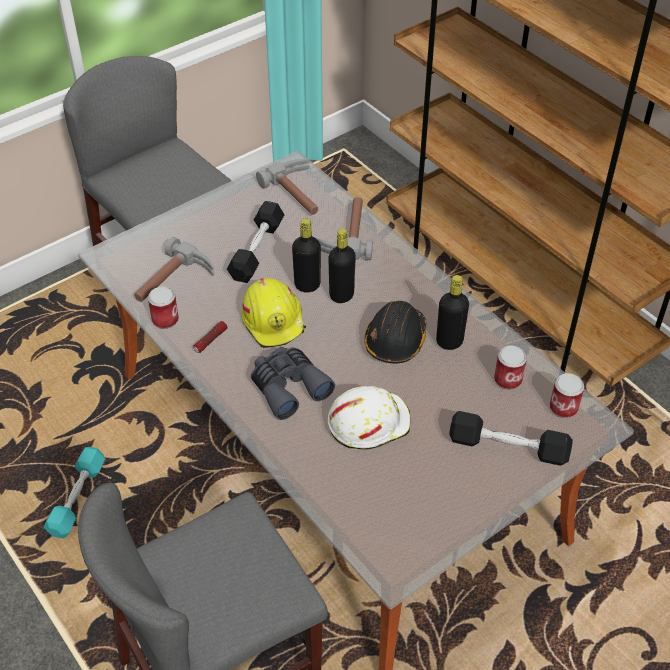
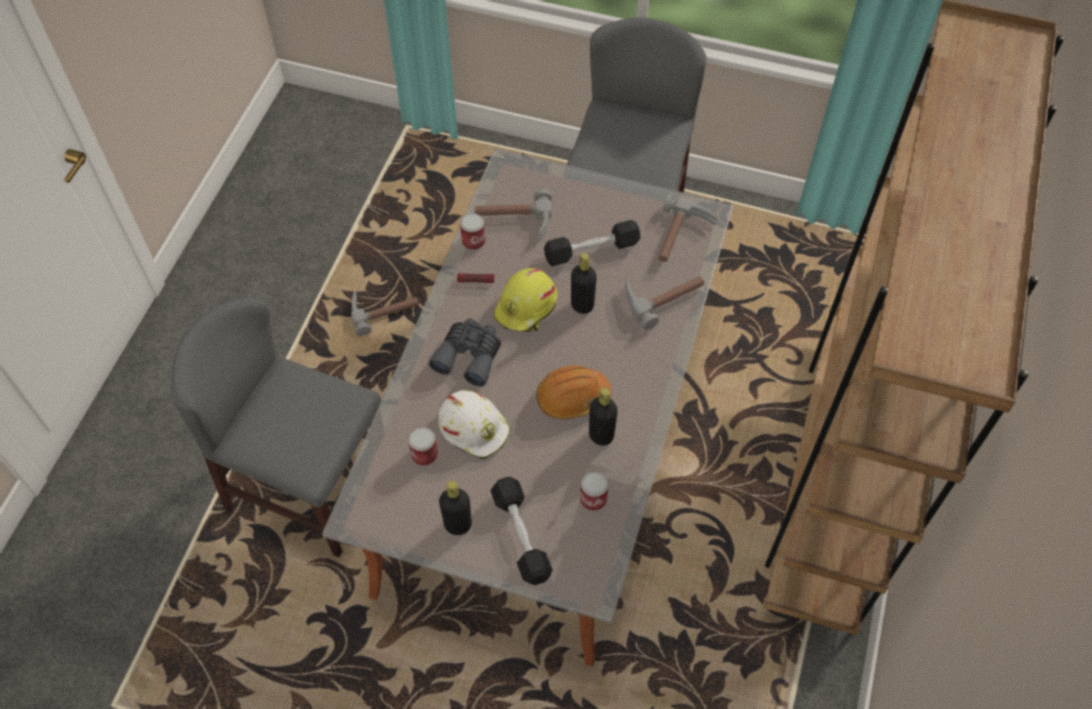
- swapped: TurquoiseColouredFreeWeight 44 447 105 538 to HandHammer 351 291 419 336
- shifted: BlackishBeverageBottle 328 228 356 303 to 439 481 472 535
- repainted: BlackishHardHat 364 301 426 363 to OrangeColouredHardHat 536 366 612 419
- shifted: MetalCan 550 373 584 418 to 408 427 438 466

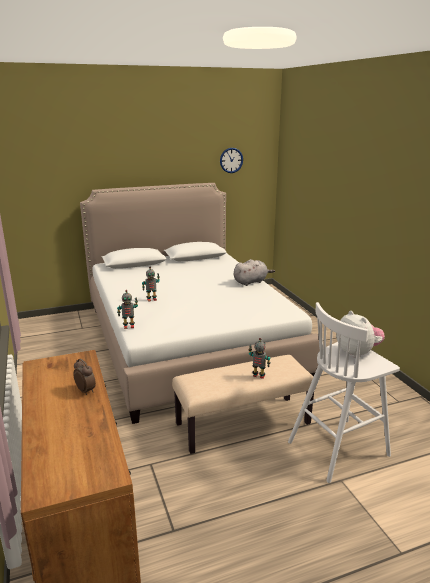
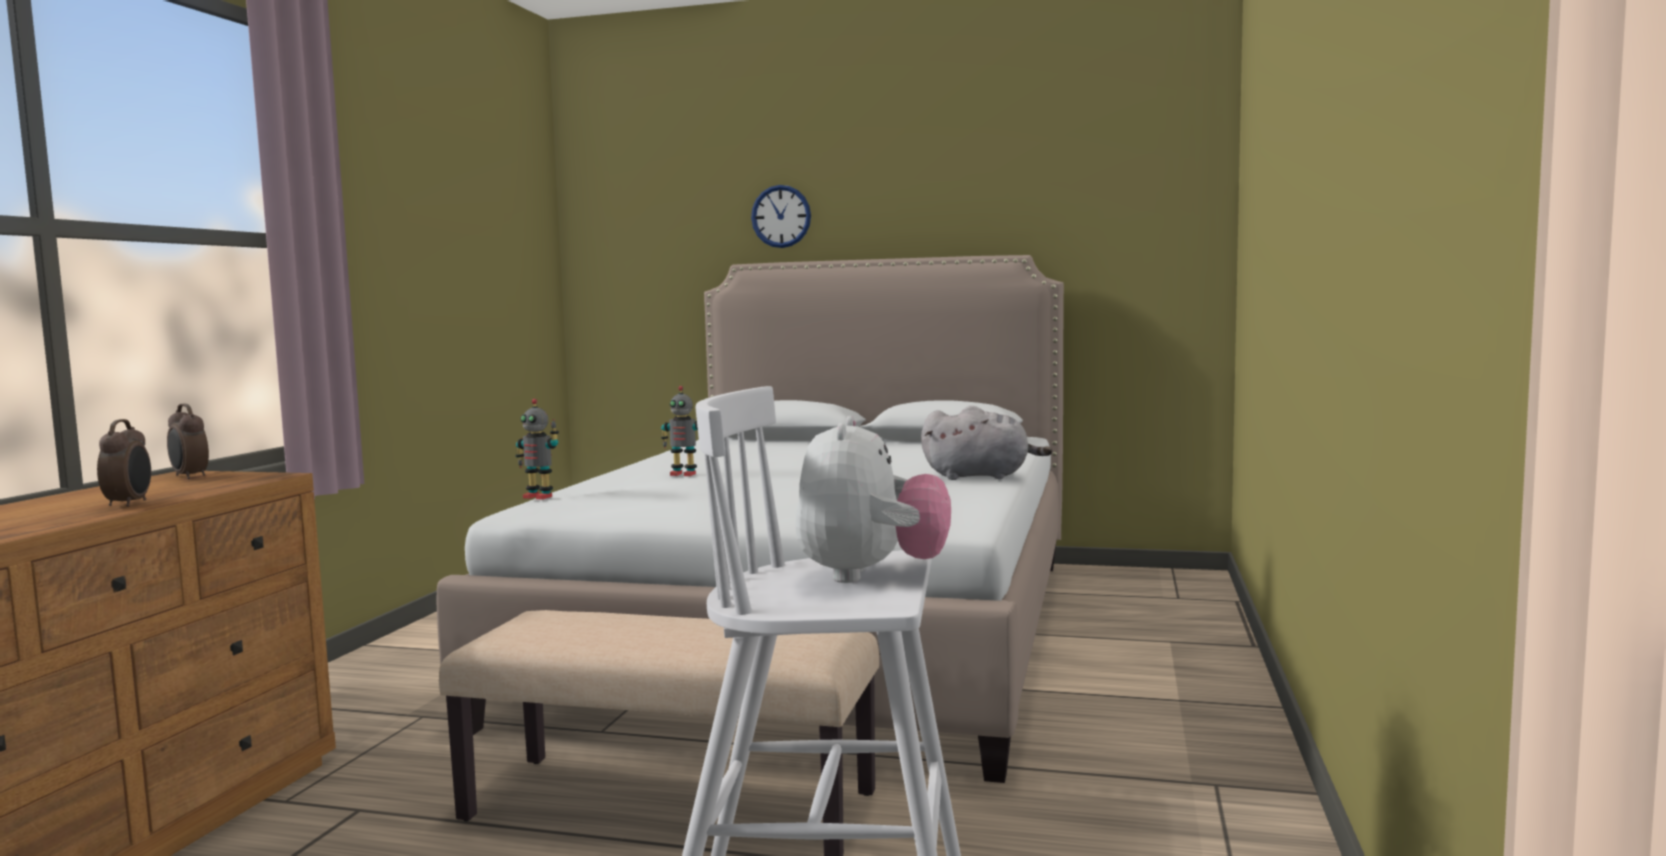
- shifted: ClockOnTheWall 220 148 243 173 to 751 185 811 248
- gone: ToyRobot 248 338 271 379
- new: TableClock 167 403 209 479

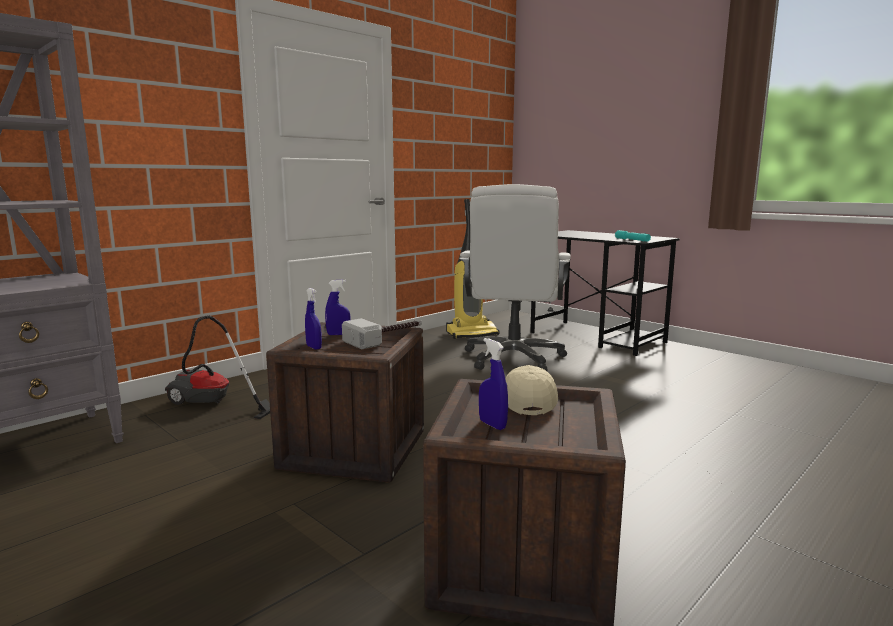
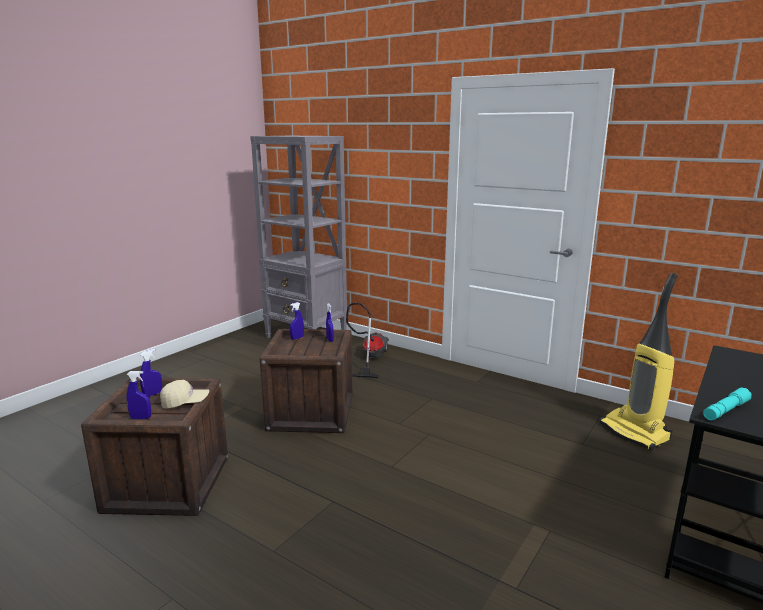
- gone: HandHammer 342 318 422 349
- gone: WhiteDeskChair 459 184 571 371
- new: BluishSprayBottle 127 371 151 419

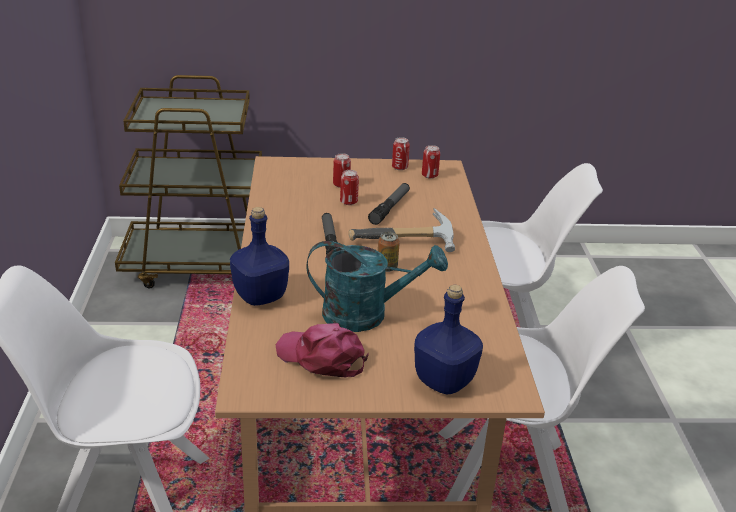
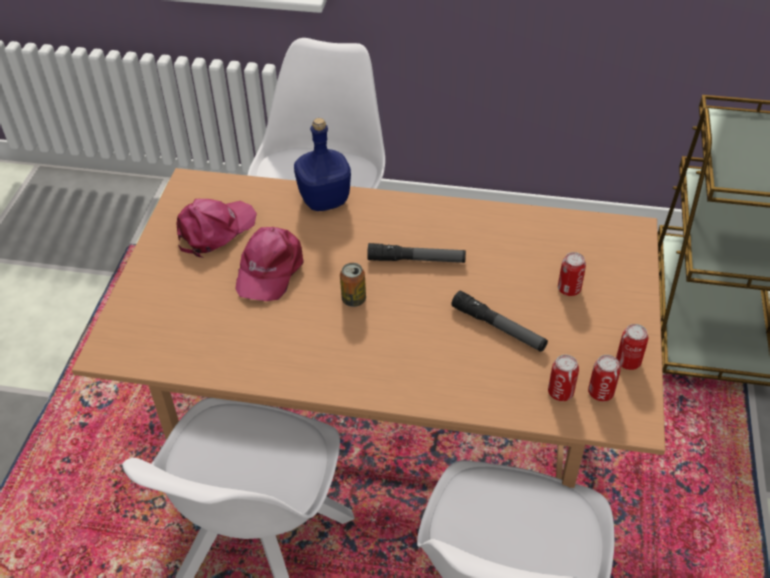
- swapped: TurquoiseColouredWateringCan 306 241 448 332 to PinkColouredCap 235 227 304 301
- shifted: MetalCan 340 170 359 205 to 548 355 579 401
- gone: HandHammer 348 208 455 252
- gone: BluishBeverageBottle 414 285 483 394

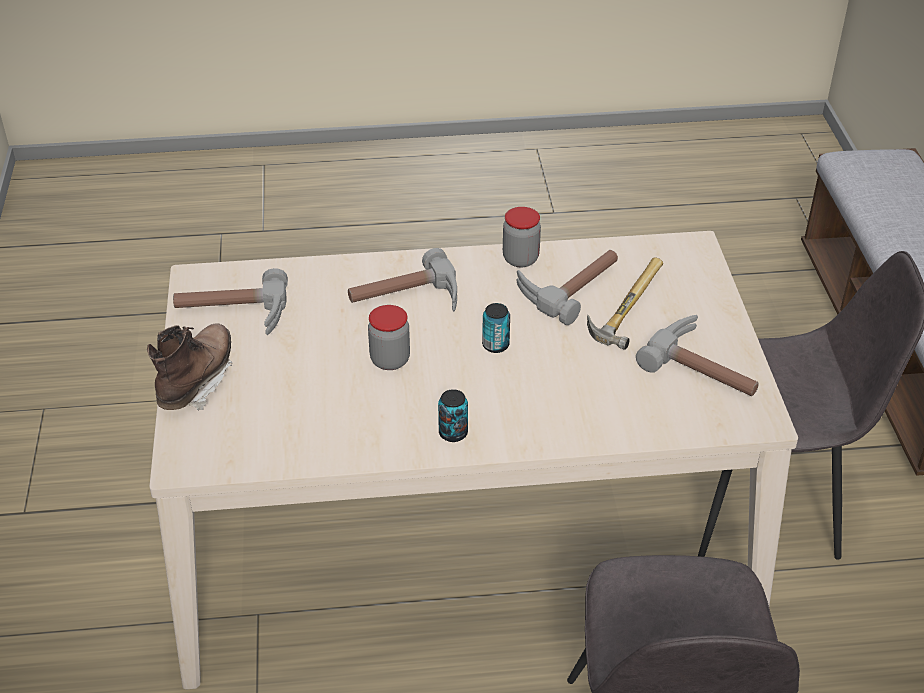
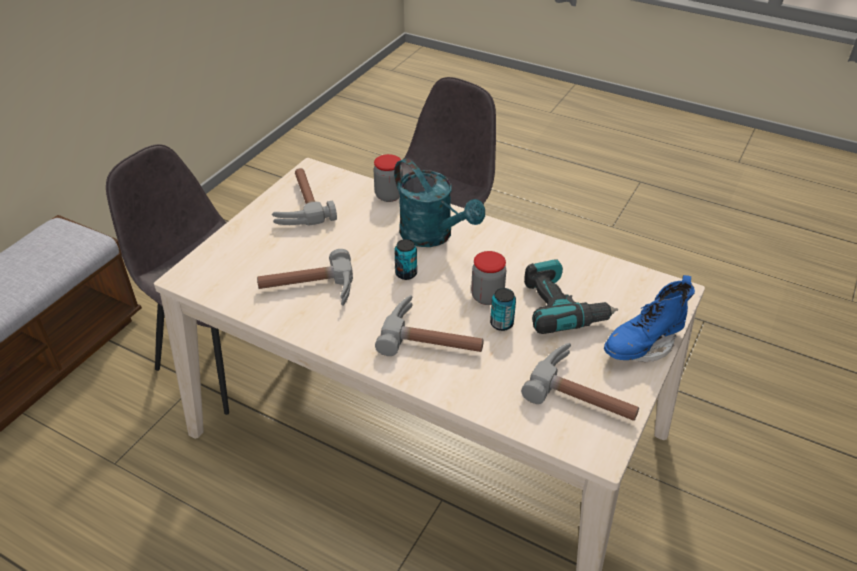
- repainted: BrownishHighTopBoot 147 323 232 410 to BluishHighTopBoot 604 275 695 362
- shifted: MetalCan 438 389 468 442 to 490 288 516 331
- shifted: StorageJar 503 207 541 268 to 374 154 403 202
- gone: HandHammer 587 258 663 350
- new: TurquoiseColouredWateringCan 394 158 485 247
- new: PowerDrill 524 260 618 334

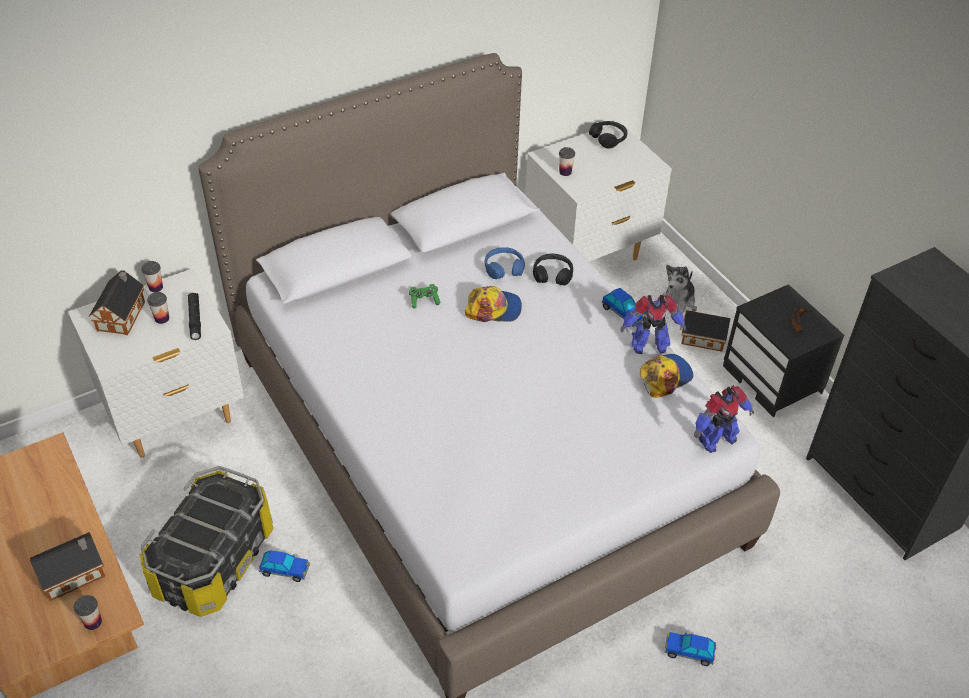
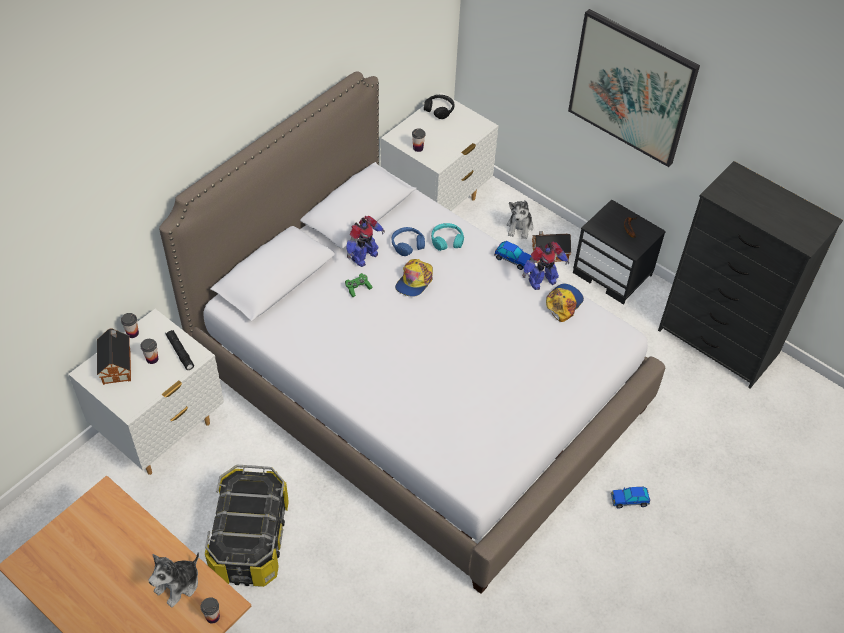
- swapped: MiniatureHouse 30 532 105 601 to SoftToy 149 552 199 607
- gone: MiniatureCar 259 550 310 582
- rotated: Cap 465 286 522 322 = 395 259 433 297 135 degrees clockwise
- repainted: BlackishPairOfHeadphones 533 254 573 285 to TurquoiseColouredPairOfHeadphones 431 223 464 251
- shifted: ToyRobot 694 385 754 453 to 346 216 385 267
- new: WallPicture 568 9 700 167

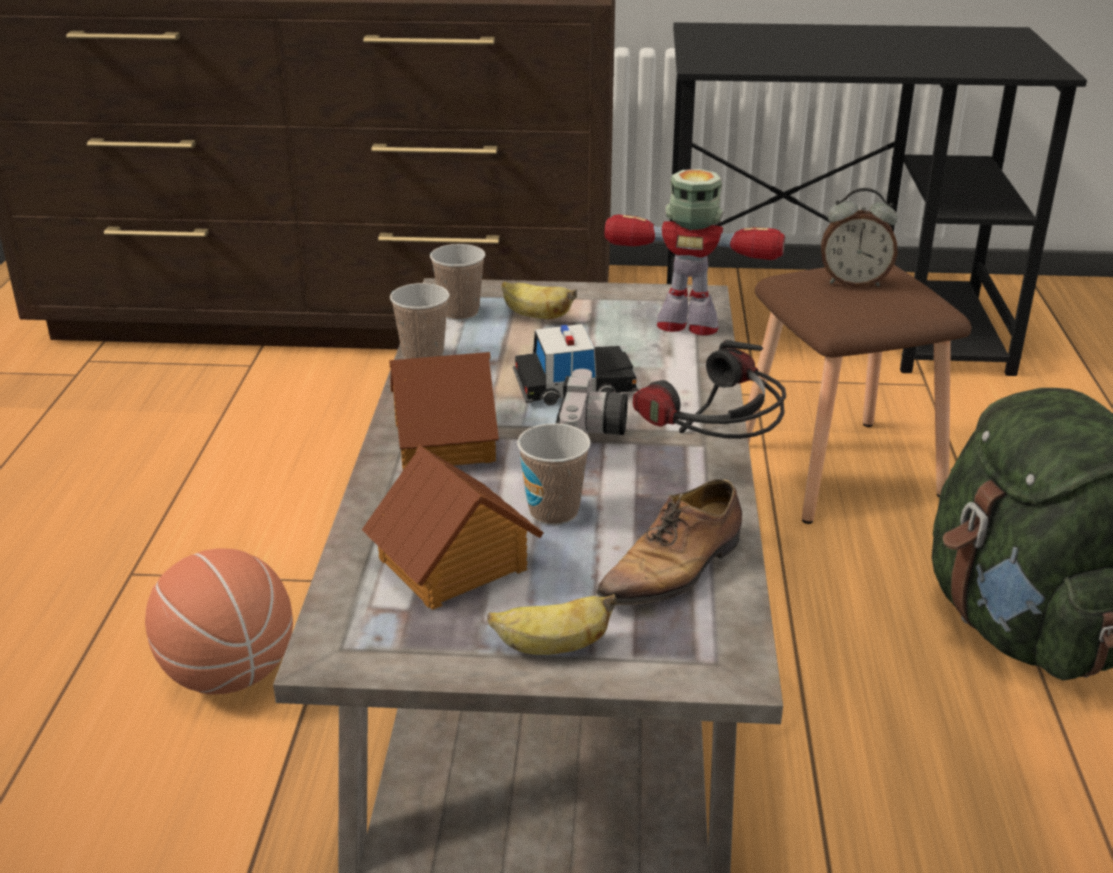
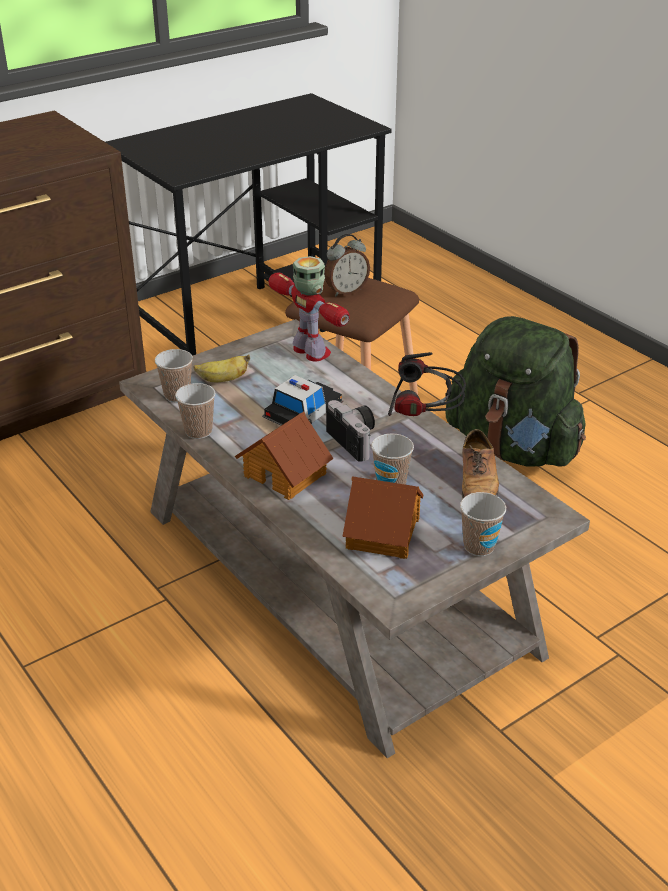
- gone: BasketballBall 145 549 293 694
- swapped: Banana 487 594 617 655 to SmallCup 460 492 506 556
- rotated: ToyRobot 604 169 785 335 = 269 256 350 361 75 degrees clockwise

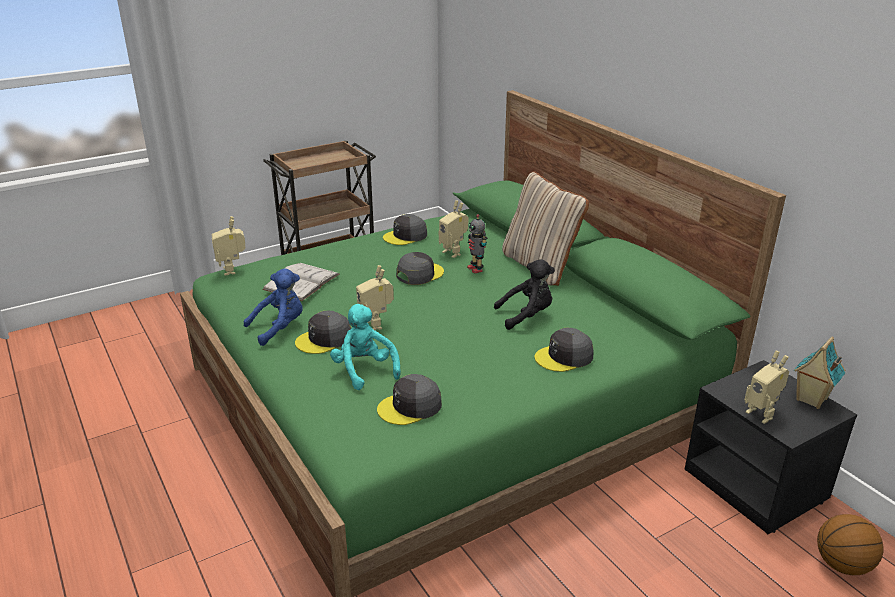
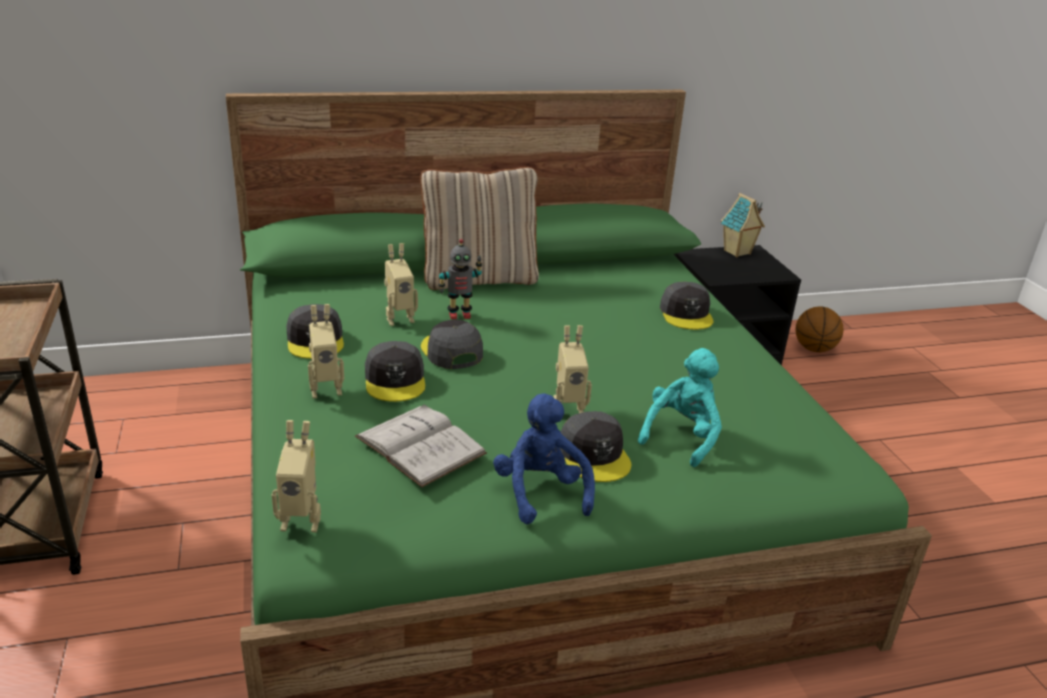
- rotated: TurquoiseColouredSoftToy 330 304 401 390 = 638 348 722 467 135 degrees clockwise
- shifted: GrayCap 377 374 442 425 to 365 341 425 402
- gone: BlackishSoftToy 494 259 555 330
- shifted: ToyRobot 744 350 789 424 to 308 304 344 398

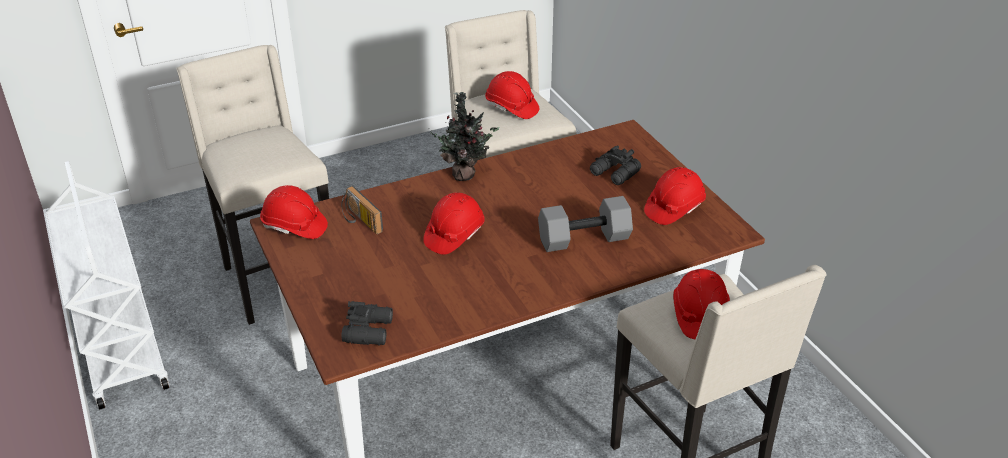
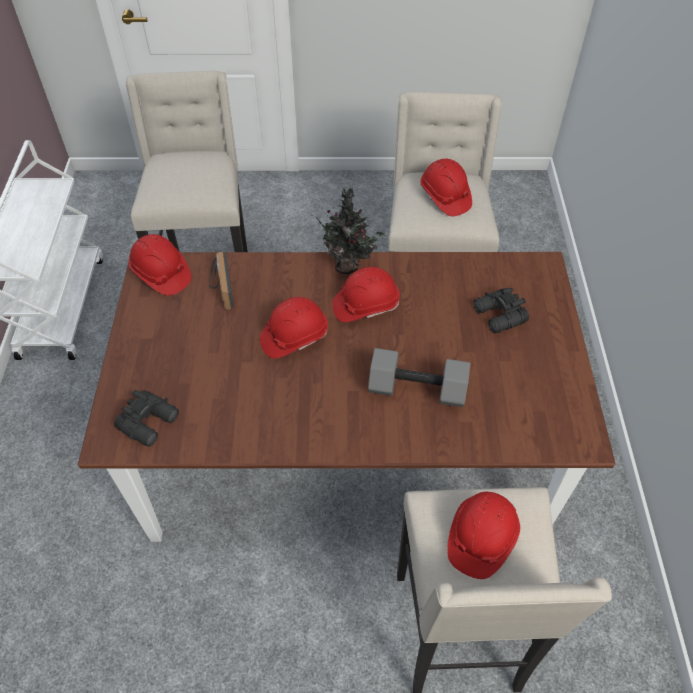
- shifted: RedColouredHardHat 644 167 706 225 to 332 267 400 322

